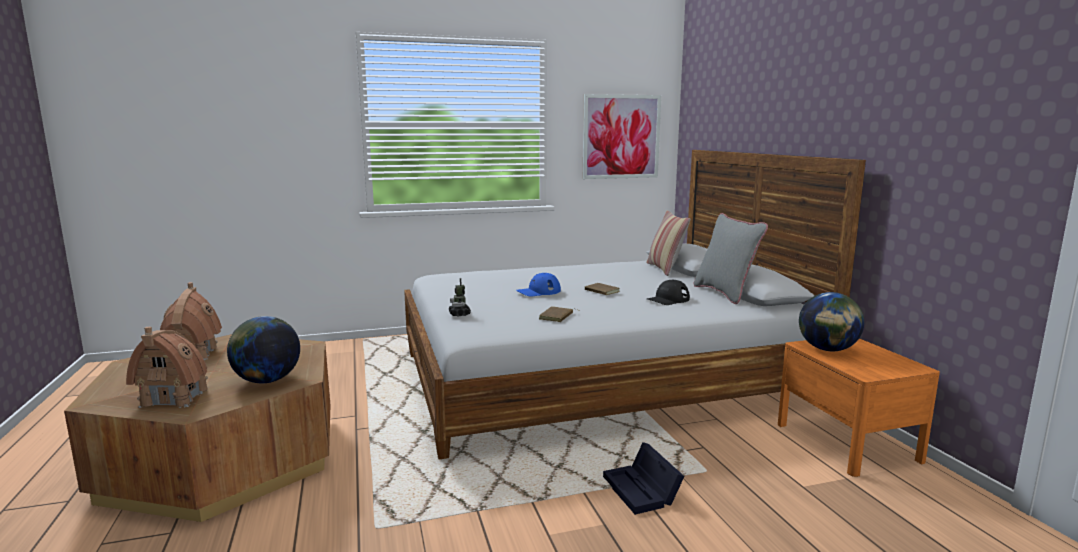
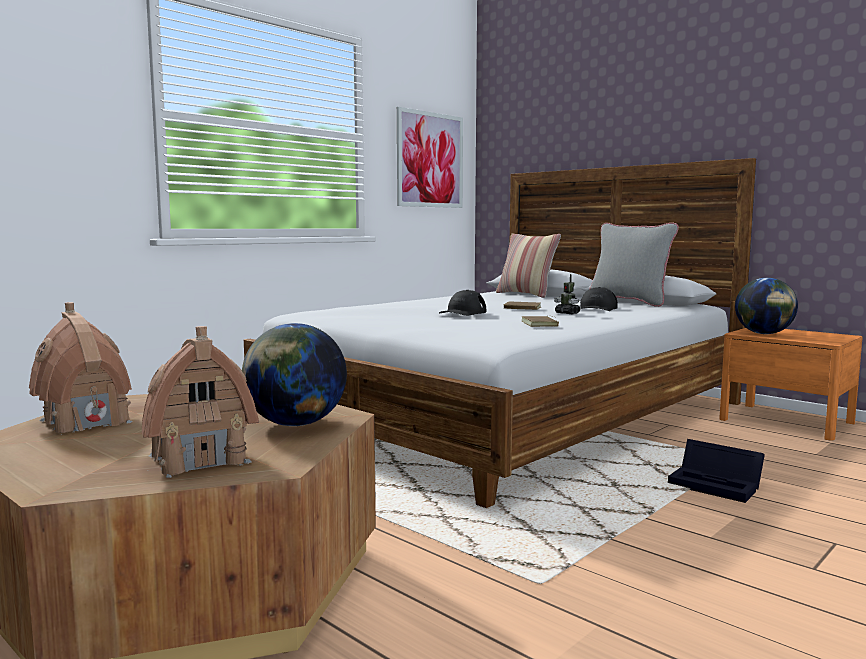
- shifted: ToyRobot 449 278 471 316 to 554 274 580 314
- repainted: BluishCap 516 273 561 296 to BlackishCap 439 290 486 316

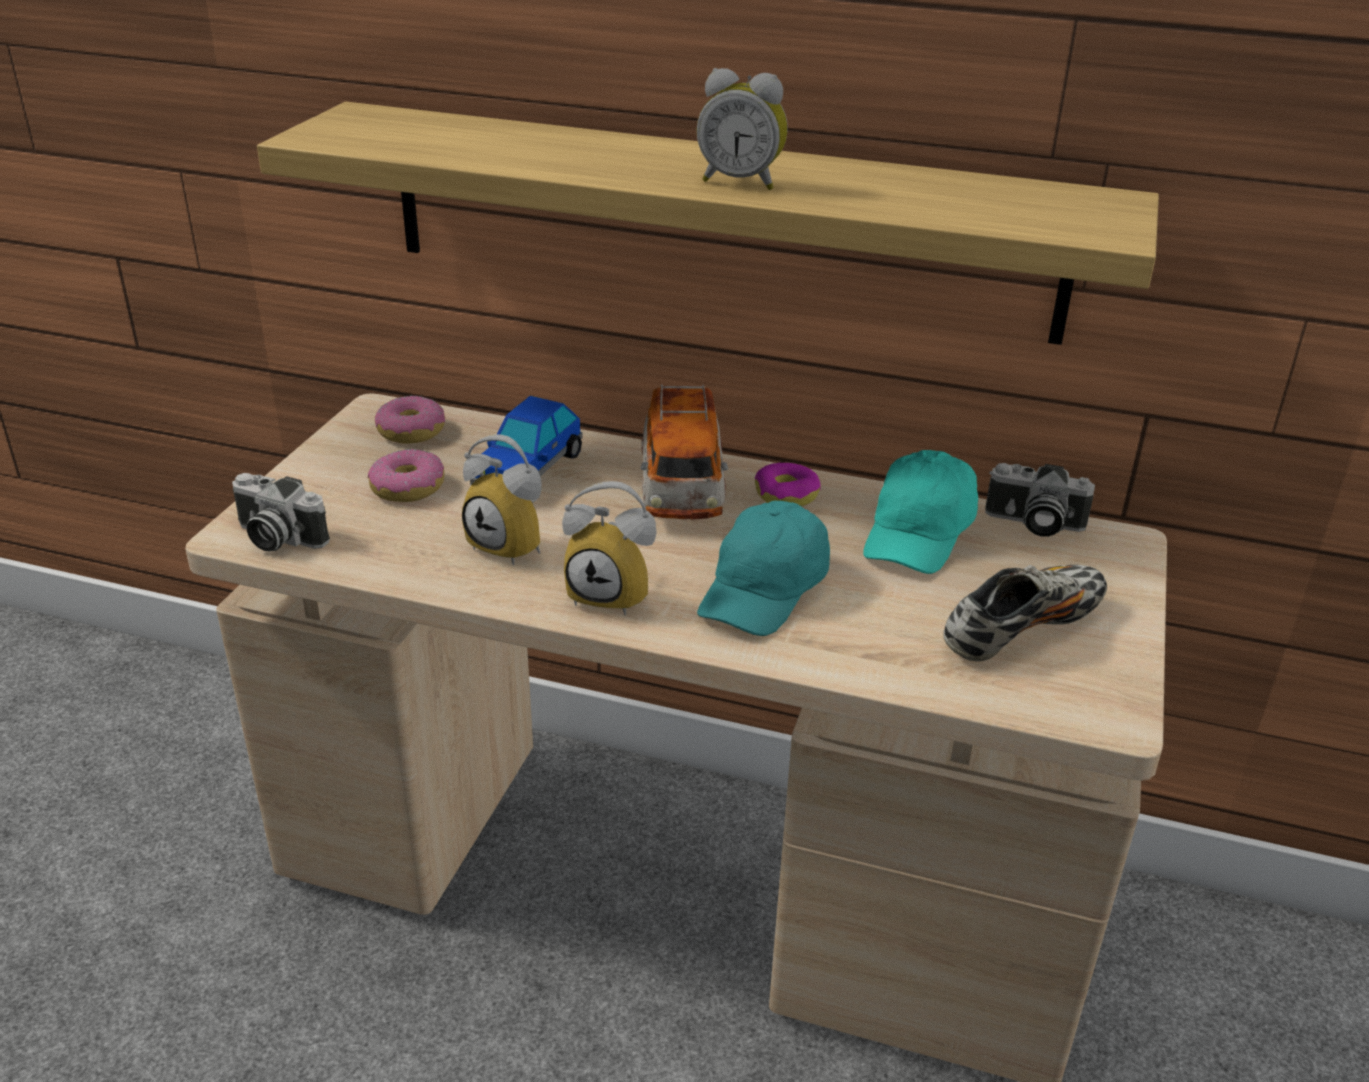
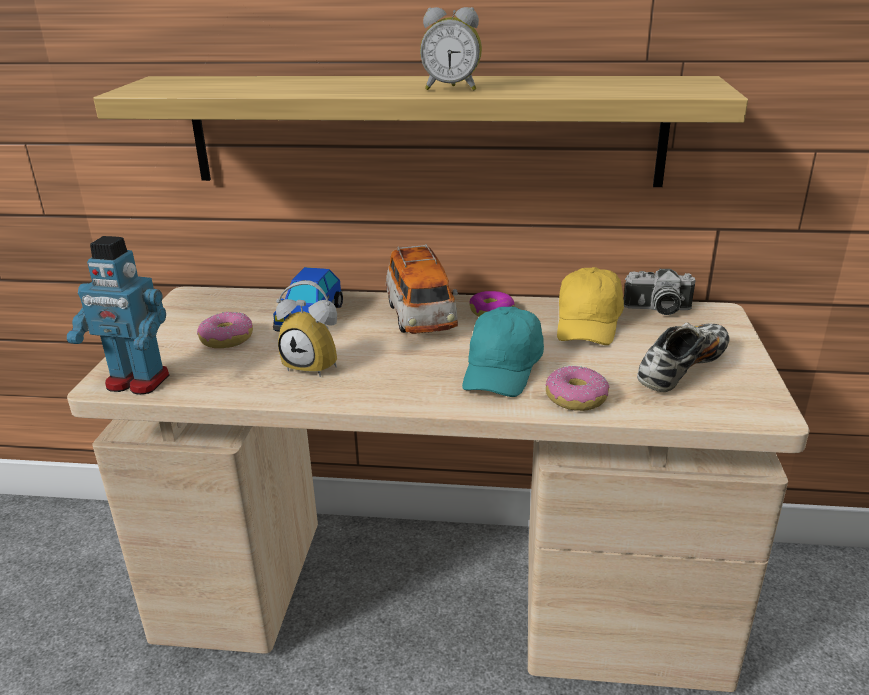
- swapped: StillCamera 232 473 330 552 to ToyRobot 67 236 170 395
- shifted: RingDoughnut 375 395 445 444 to 546 366 609 411
- gone: TableClock 562 481 656 616
- repainted: TurquoiseColouredCap 863 450 978 574 to YellowishCap 557 267 624 345

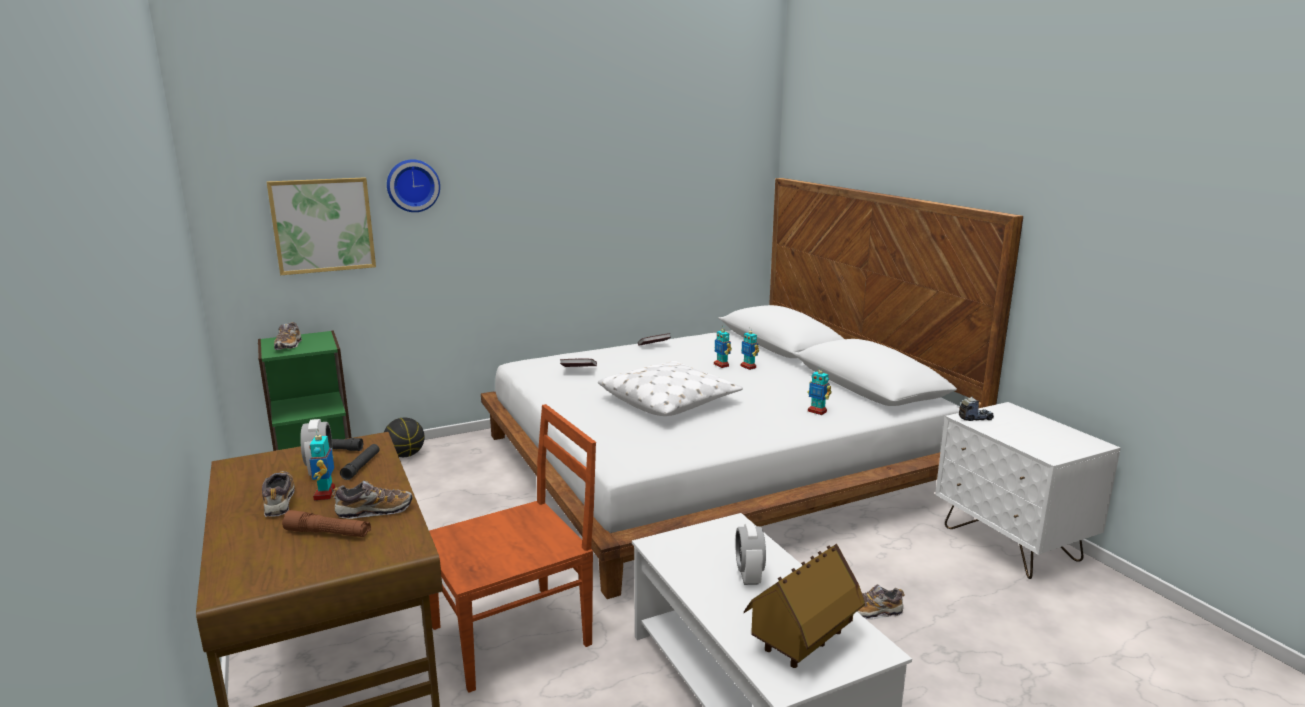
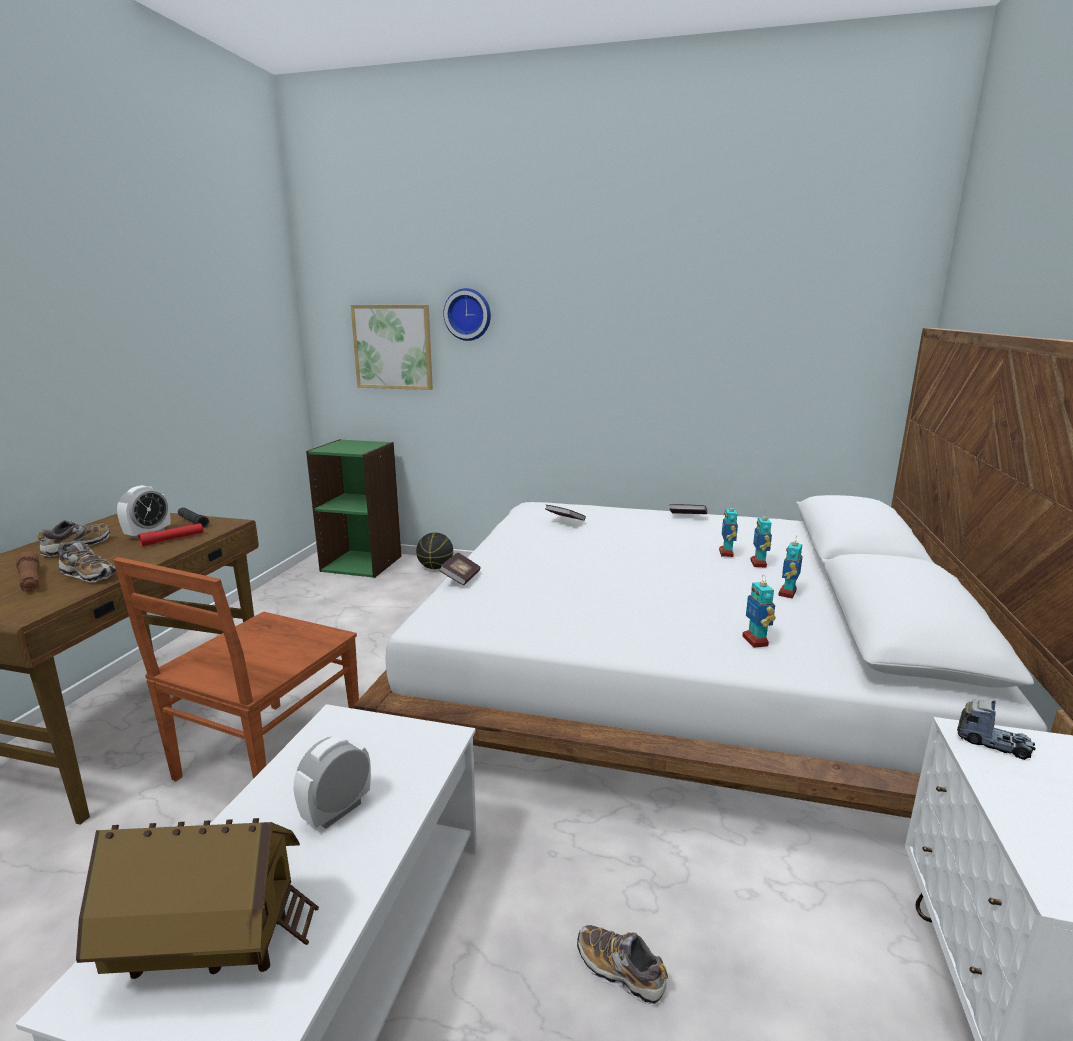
- gone: Shoe 274 322 302 350
- shifted: ToyRobot 309 430 335 500 to 778 537 803 598
- repainted: BlackishTorch 340 444 380 480 to RedColouredTorch 138 523 203 546
- rotated: BrownishPlainChair 429 404 596 693 = 113 557 359 781 105 degrees clockwise
- gone: WhitePillow 598 361 743 416
- new: BoundBook 439 552 481 586

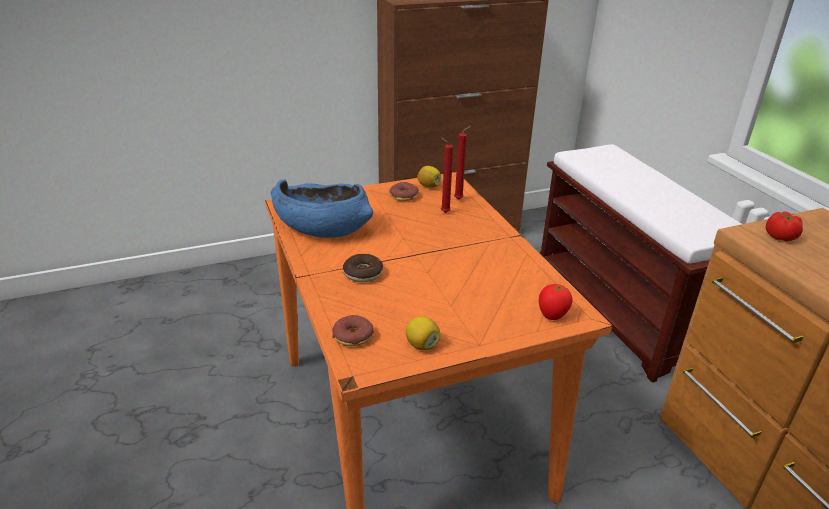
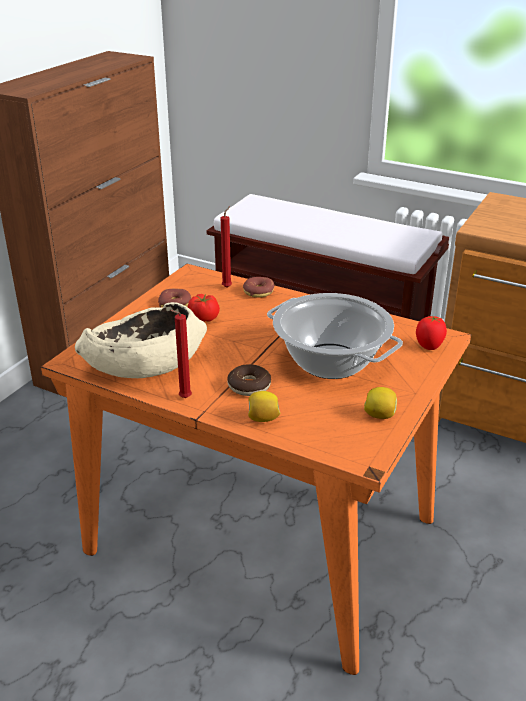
- repainted: BluishBowl 271 179 373 238 to SandColouredBowl 75 302 207 378
- shifted: RingDoughnut 332 315 374 346 to 243 277 274 297
- shifted: CitrusFruit 417 166 441 188 to 248 391 280 422
- shifted: RedColouredCandle 440 137 453 213 to 169 310 192 398
- shifted: FreshTomato 766 212 803 241 to 188 294 220 322
- new: Stockpot 267 293 403 379

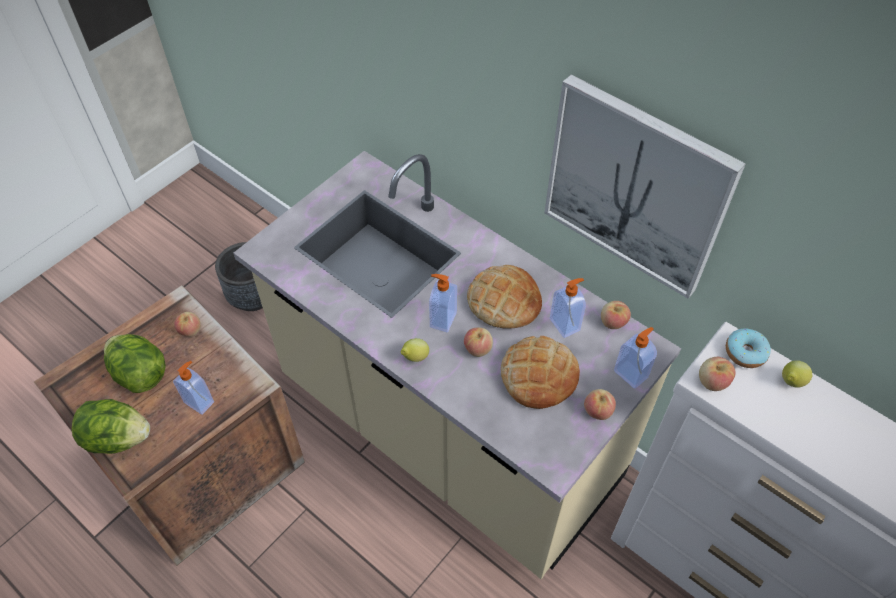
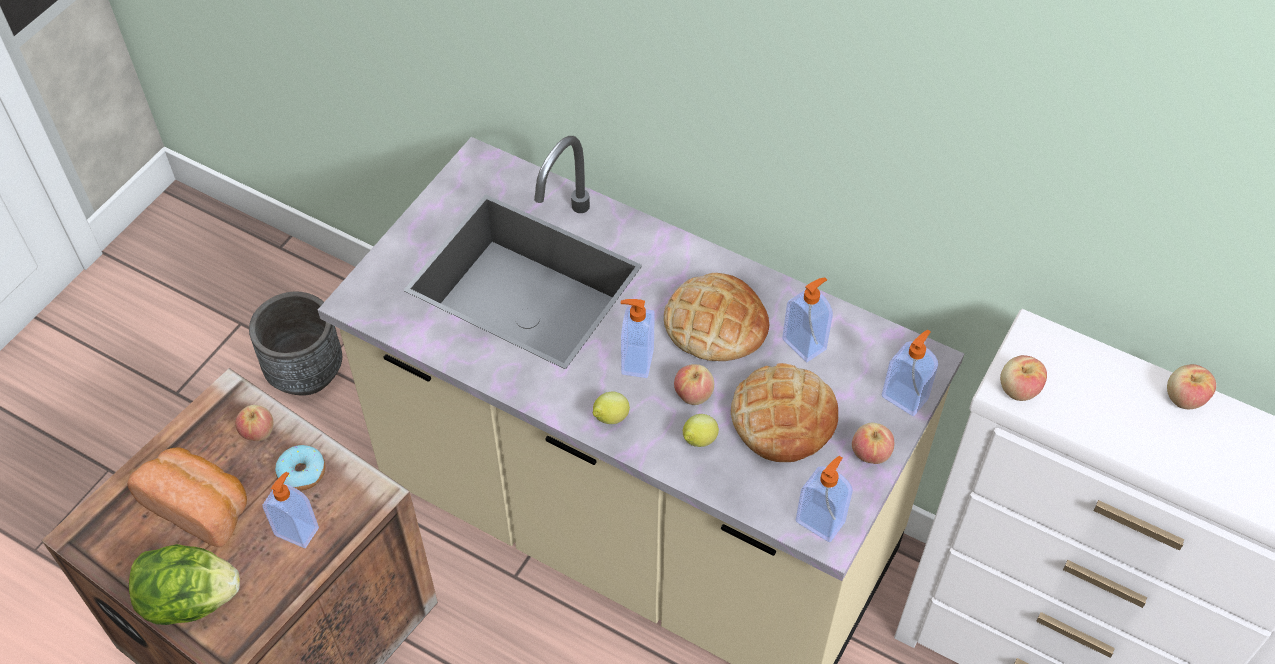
- swapped: LettuceHead 104 334 166 393 to BakeryBread 127 447 247 547
- gone: WallPicture 544 75 746 299
- shifted: Apple 601 301 631 329 to 1167 364 1216 409
- shifted: RingDoughnut 726 328 771 368 to 275 445 326 491
- shifted: CitrusFruit 782 360 812 388 to 683 414 719 447
- new: SoapDispenser 796 456 853 542

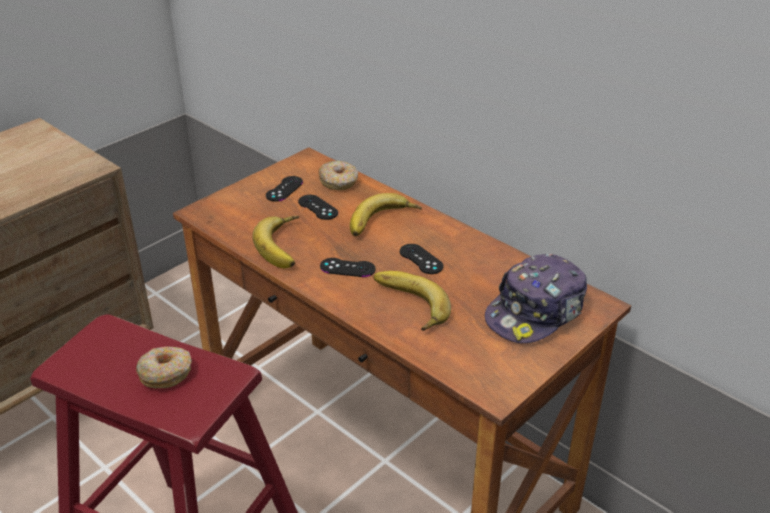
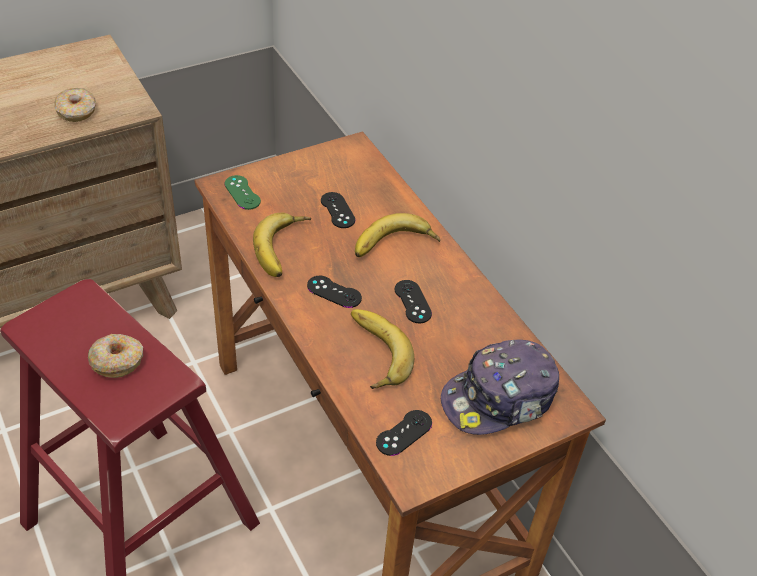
- shifted: BlackishGameController 266 176 303 202 to 376 410 432 456
- shifted: RingDoughnut 319 161 358 190 to 54 88 96 122
- new: GreenColouredGameController 225 175 261 210

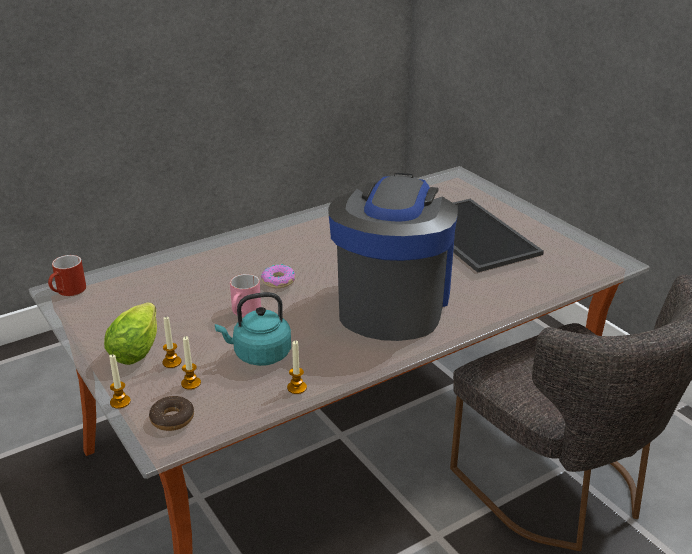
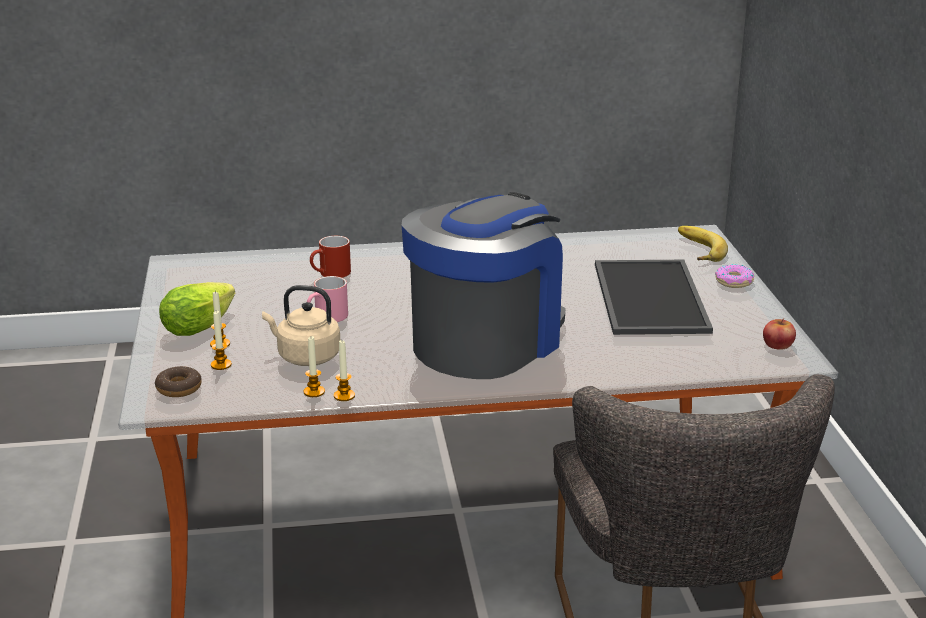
- shifted: RedColouredTeaMug 48 255 86 296 to 310 236 351 278
- shifted: Candle 109 355 131 409 to 334 340 355 401
- repainted: TurquoiseColouredWaterKettle 215 292 291 366 to SandColouredWaterKettle 262 285 340 366
- shifted: RingDoughnut 261 264 296 288 to 715 264 754 288
- new: Banana 678 226 728 262
- new: Apple 763 318 796 350

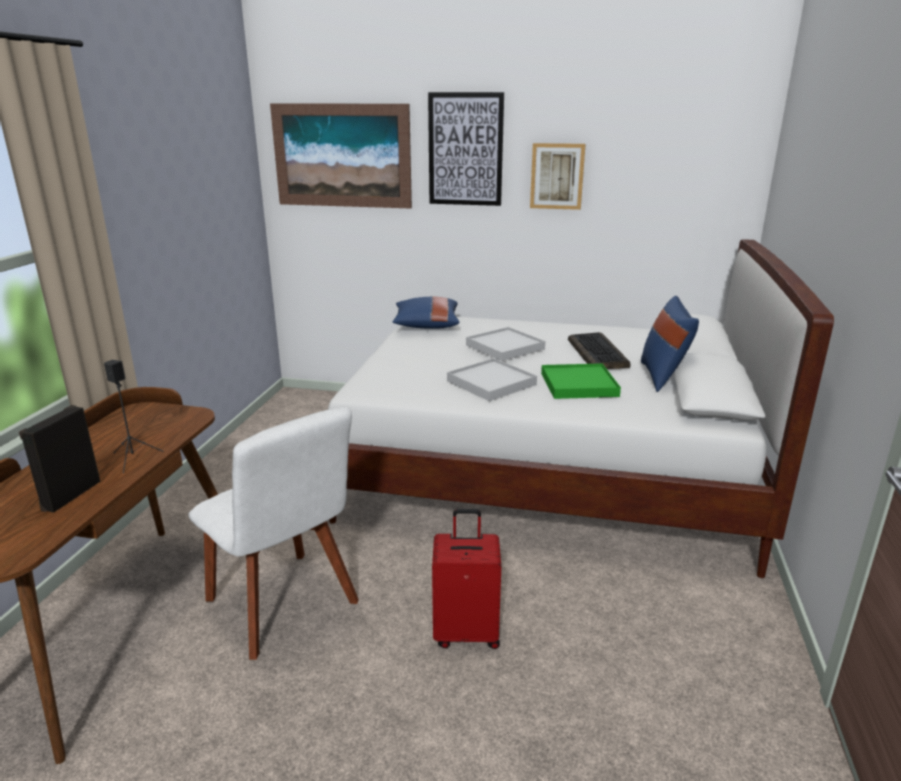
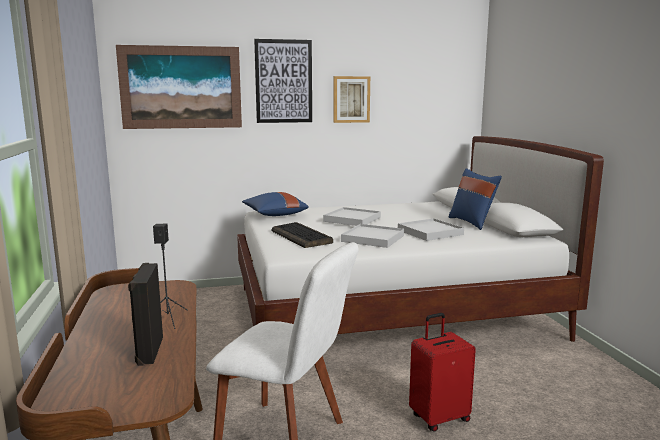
- repainted: GreenColouredTray 541 363 621 399 to WhiteTray 398 218 464 241
- shifted: PcKeyboard 568 332 630 369 to 272 222 333 248

